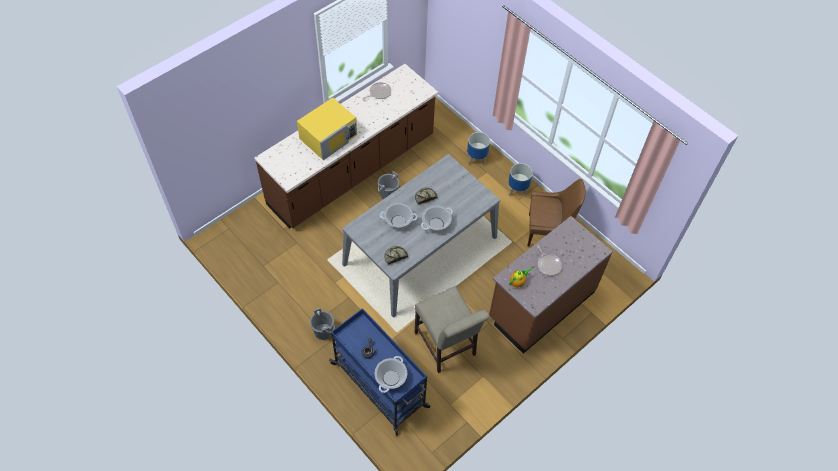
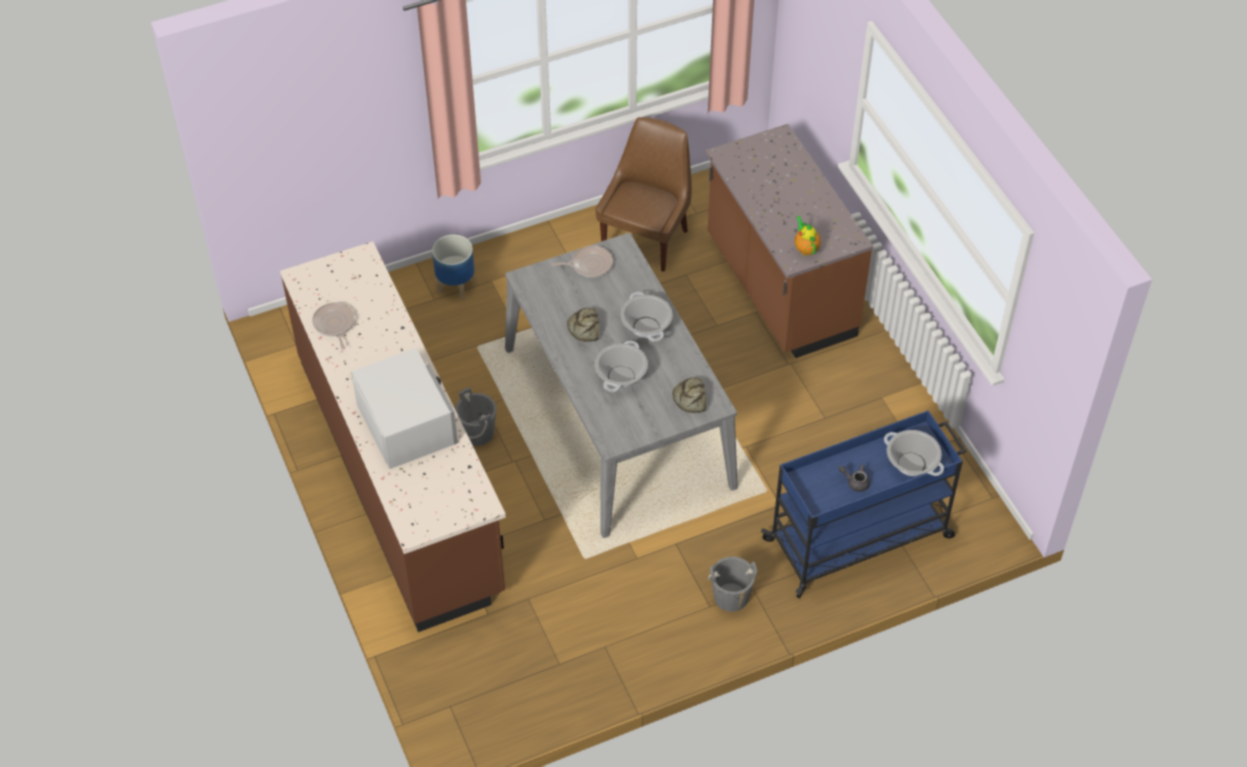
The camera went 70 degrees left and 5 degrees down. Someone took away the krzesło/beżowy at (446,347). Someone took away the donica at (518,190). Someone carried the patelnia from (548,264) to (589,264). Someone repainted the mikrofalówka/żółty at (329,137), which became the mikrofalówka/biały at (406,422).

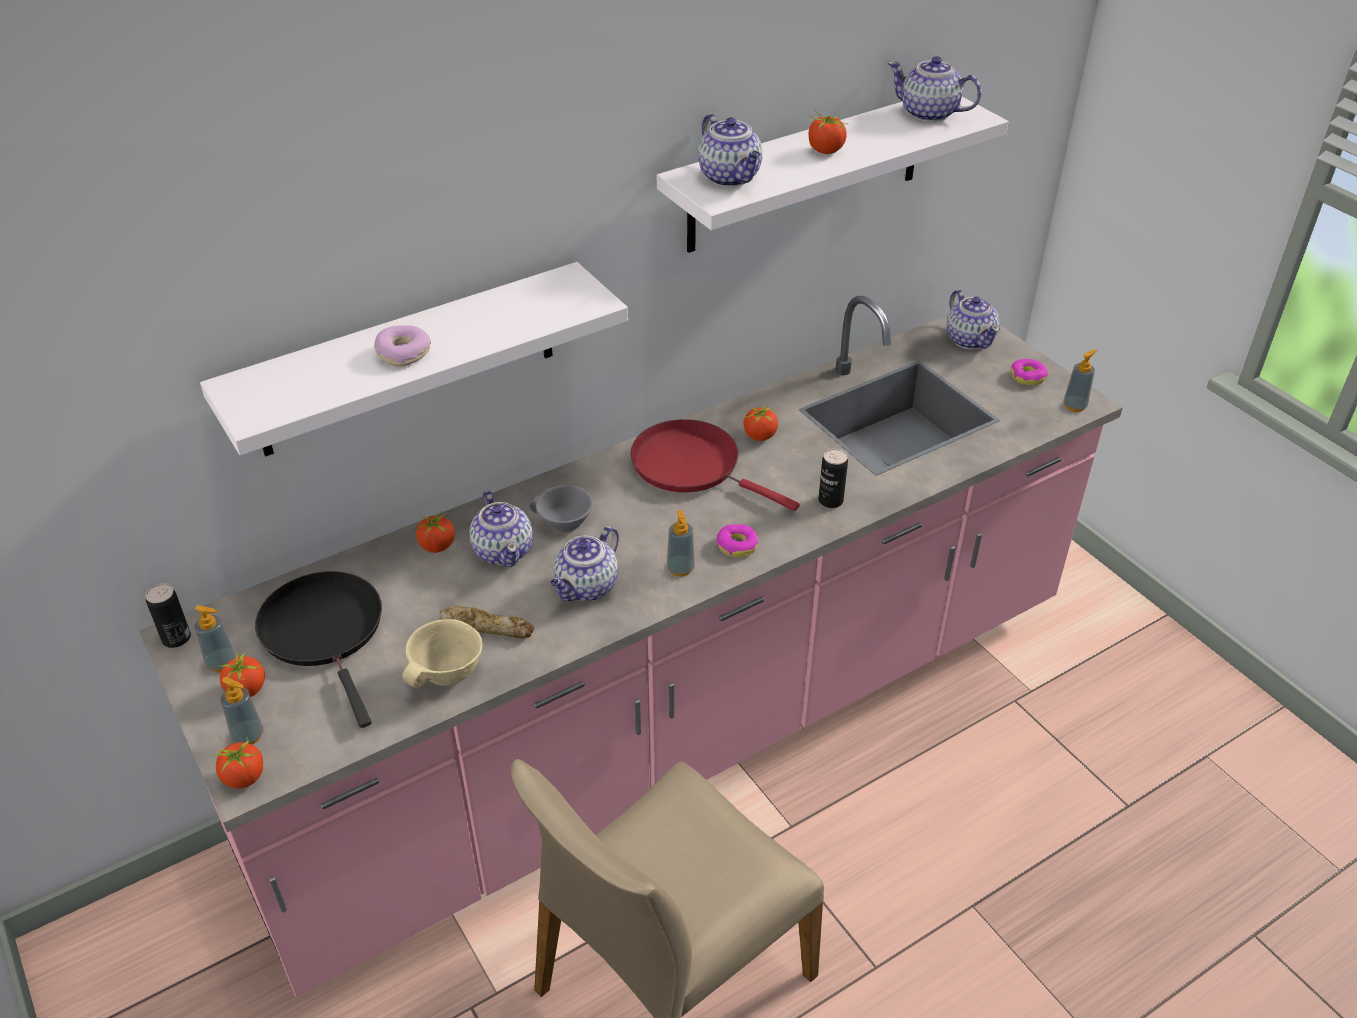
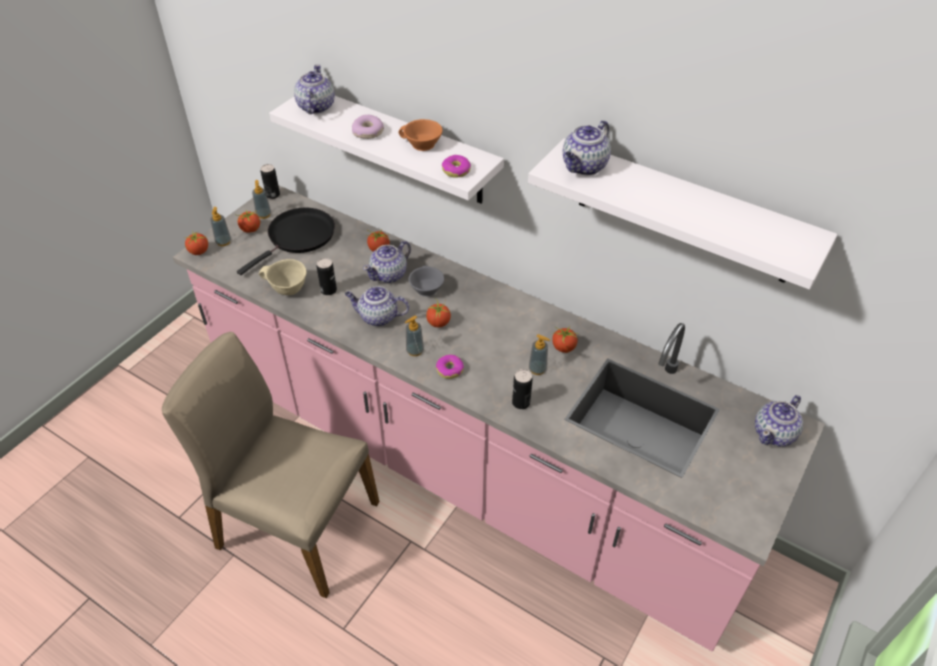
The camera went 65 degrees right and 5 degrees up. Someone took away the patelnia/czerwony at (692,465). Someone put down the filiżanka/pomarańczowy at (421,145). Someone carried the pomidor from (825,150) to (438,323). Someone carried the imbryk from (929,114) to (315,107). Someone carried the donut from (1028,377) to (456,170). Someone carried the dozownik mydła from (1074,406) to (537,369). Someone swapped the chleb at (487,627) for the puszka at (328,290).

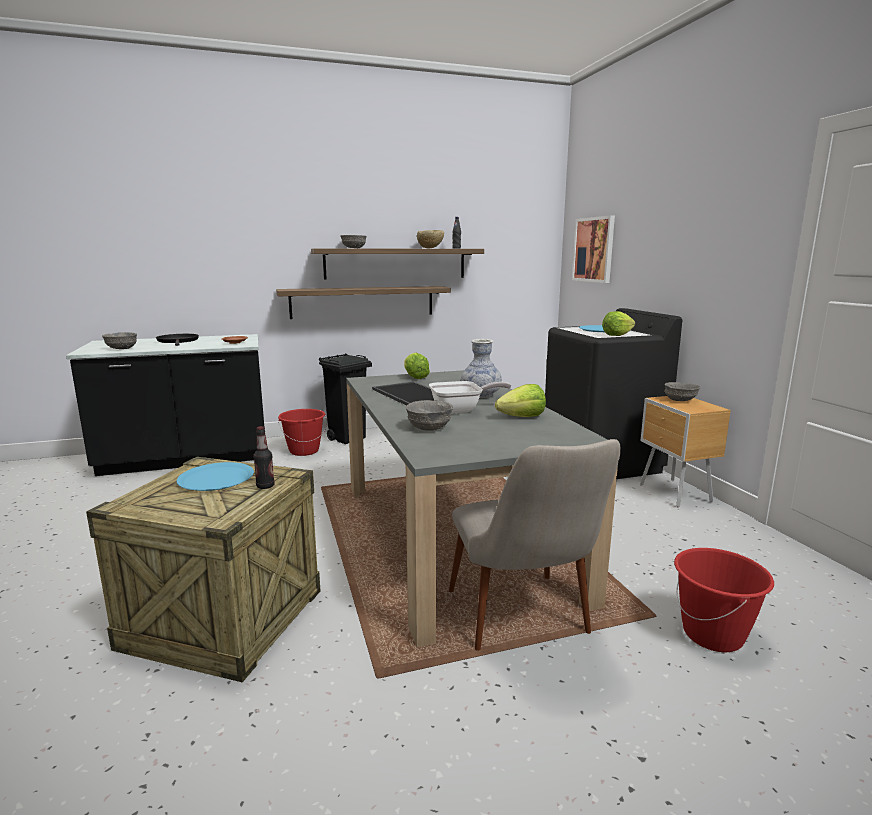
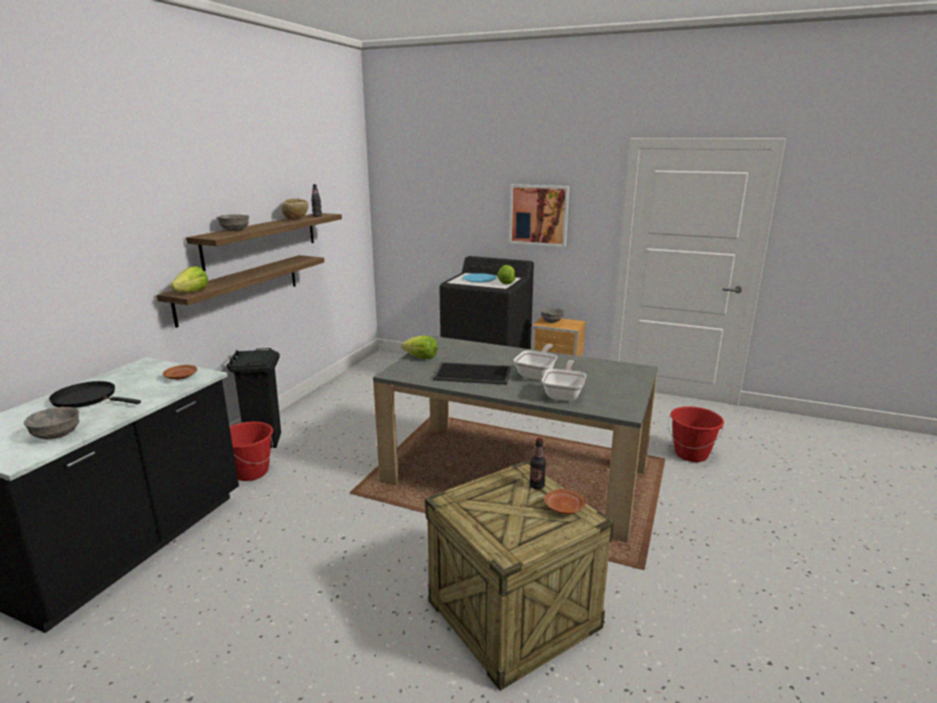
The camera went 50 degrees left and 5 degrees up. Someone took away the talerz/niebieski at (216,478). Someone took away the krzesło/beżowy at (525,626). Someone took away the wazon at (480,395). Someone put down the talerz/brązowy at (563,507). Someone carried the sałata from (522,417) to (192,292). Someone carried the obraz from (593,249) to (538,215). Someone swapped the miska/szary at (430,427) for the patelnia at (564,394).

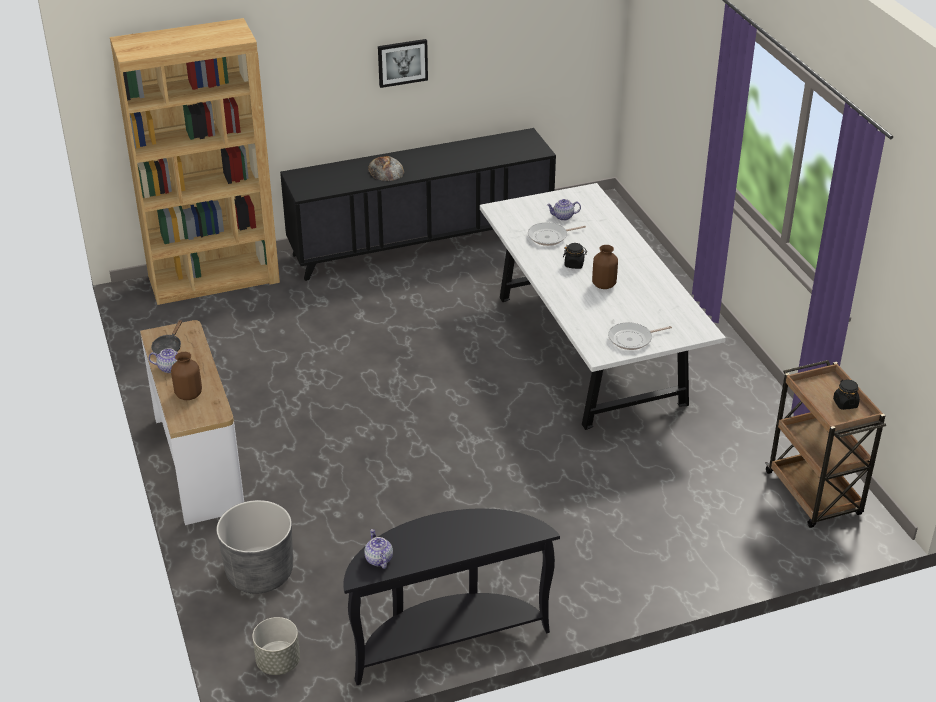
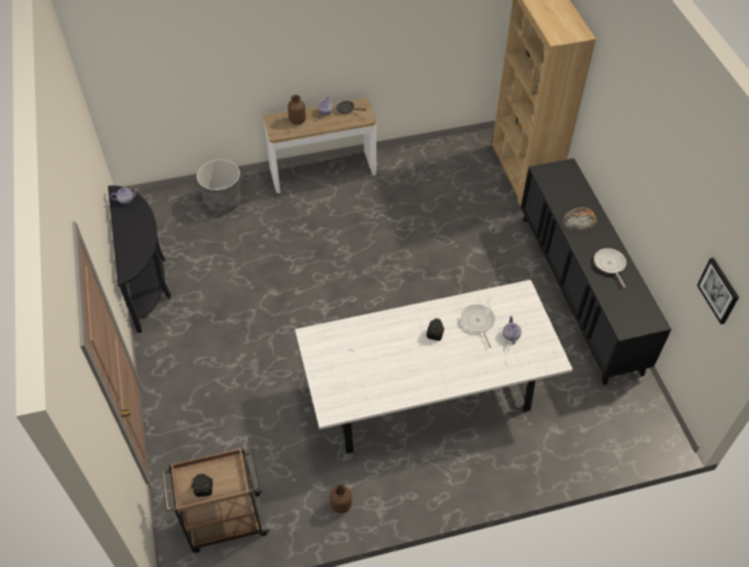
The camera went 95 degrees right and 15 degrees up. Someone took away the donica/szary at (278,662). Someone carried the obraz from (402,62) to (719,290). Someone carried the wazon/brązowy from (603,285) to (341,505). Someone carried the patelnia from (632,339) to (610,265).

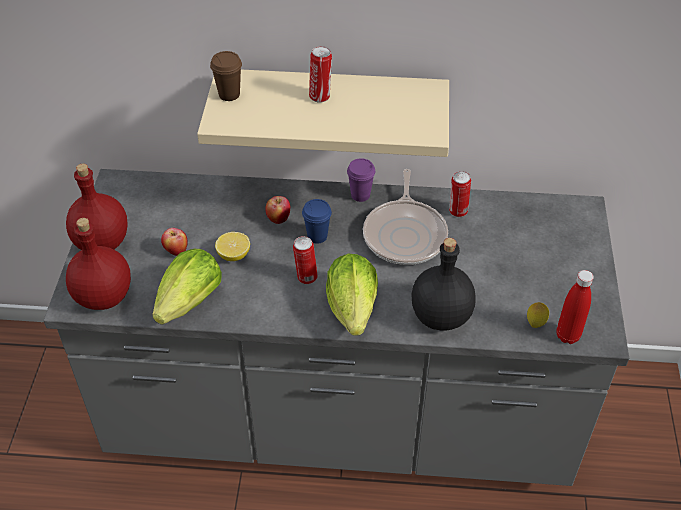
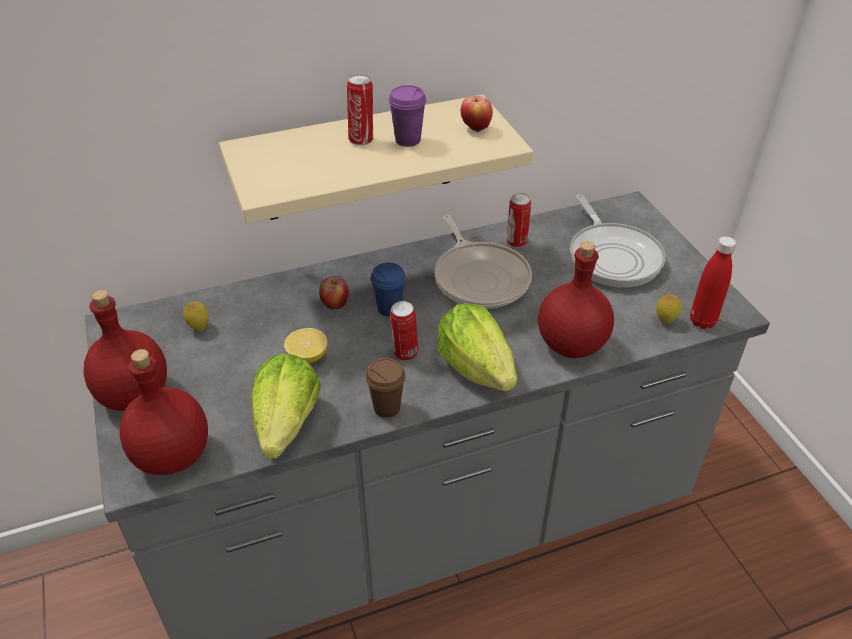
The camera went 25 degrees left and 5 degrees down. Someone put down the cytryna at (199,327). Someone put down the patelnia at (612,256). Someone carried the jabłko from (176,251) to (475,128). Someone carried the filiżanka/brązowy from (229,94) to (387,407). Someone carried the filiżanka/fioletowy from (360,195) to (408,140). Someone repainted the butelka/czarny at (439,316), which became the butelka/czerwony at (570,345).

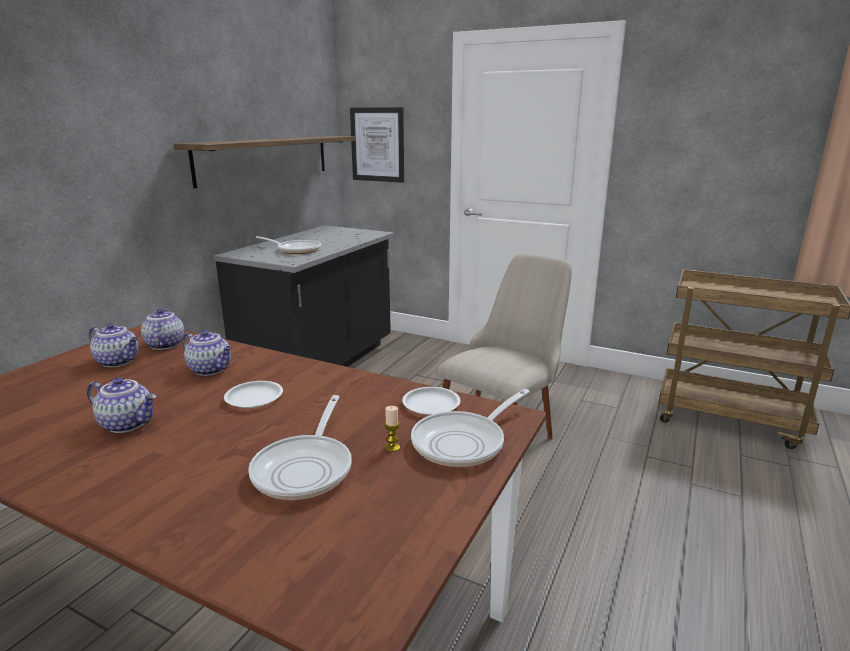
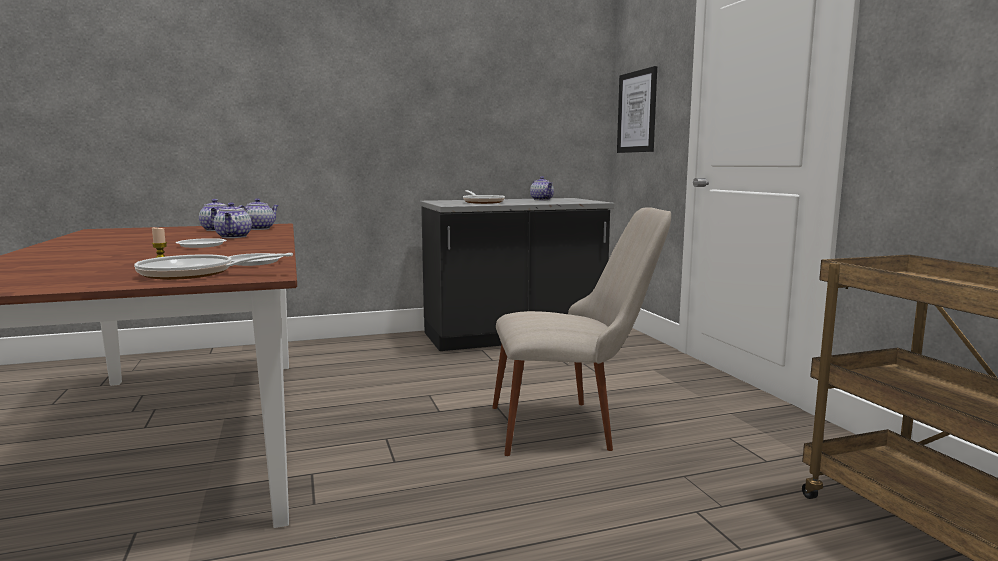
The camera went 45 degrees right and 10 degrees down. Someone took away the półka at (265,158). Someone took away the patelnia at (306,468). Someone carried the imbryk from (128,423) to (542,200).

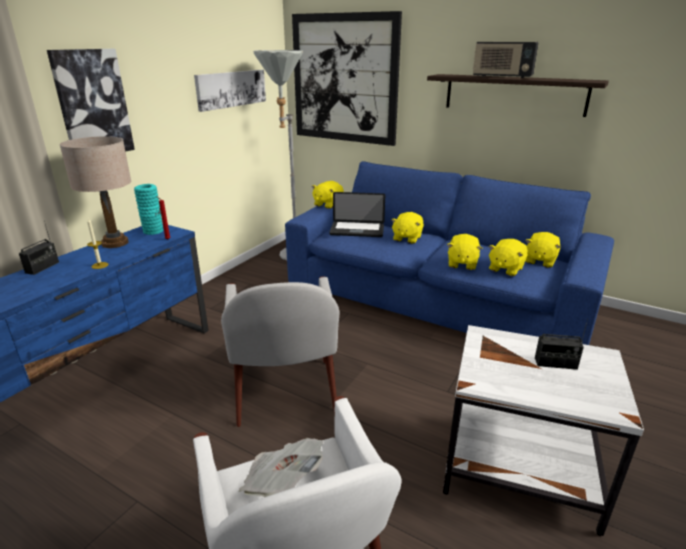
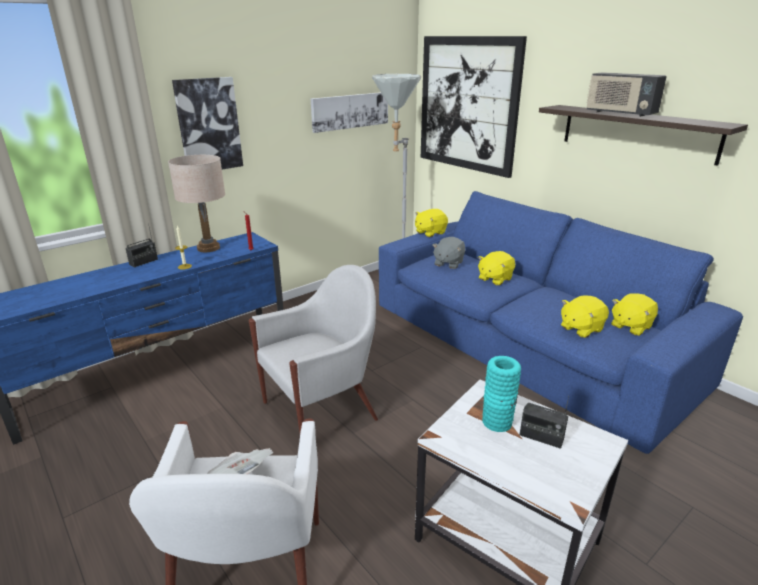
The camera went 20 degrees right and 0 degrees up. Someone took away the pluszak/żółty at (462,264). Someone carried the wazon/turkusowy from (153,231) to (497,422). Someone swapped the laptop at (357,230) for the pluszak/szary at (448,263). Someone rotated the fotel/biały at (285,393) by 135 degrees counterclockwise.

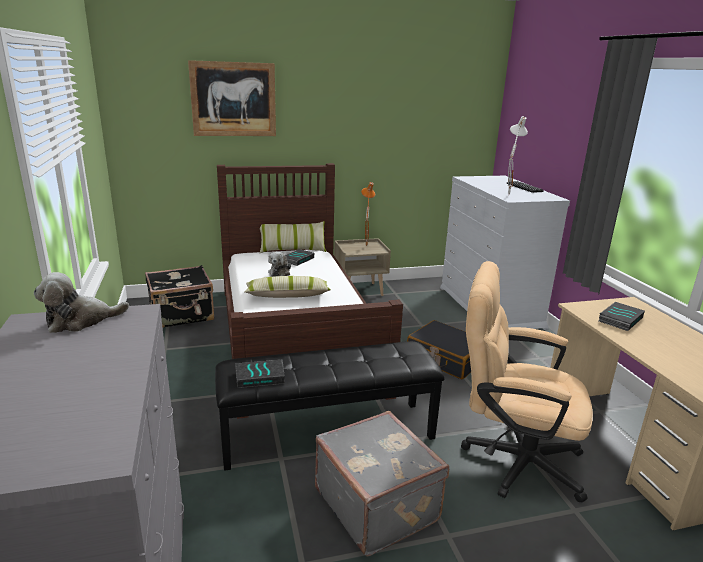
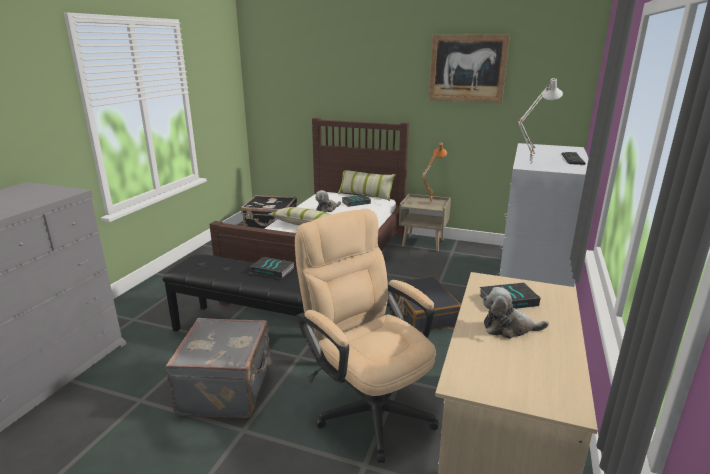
The camera went 35 degrees right and 0 degrees up. Someone carried the pluszak from (80,321) to (508,328). Someone carried the obraz from (233,99) to (467,68). Someone carried the książka from (260,376) to (273,270).

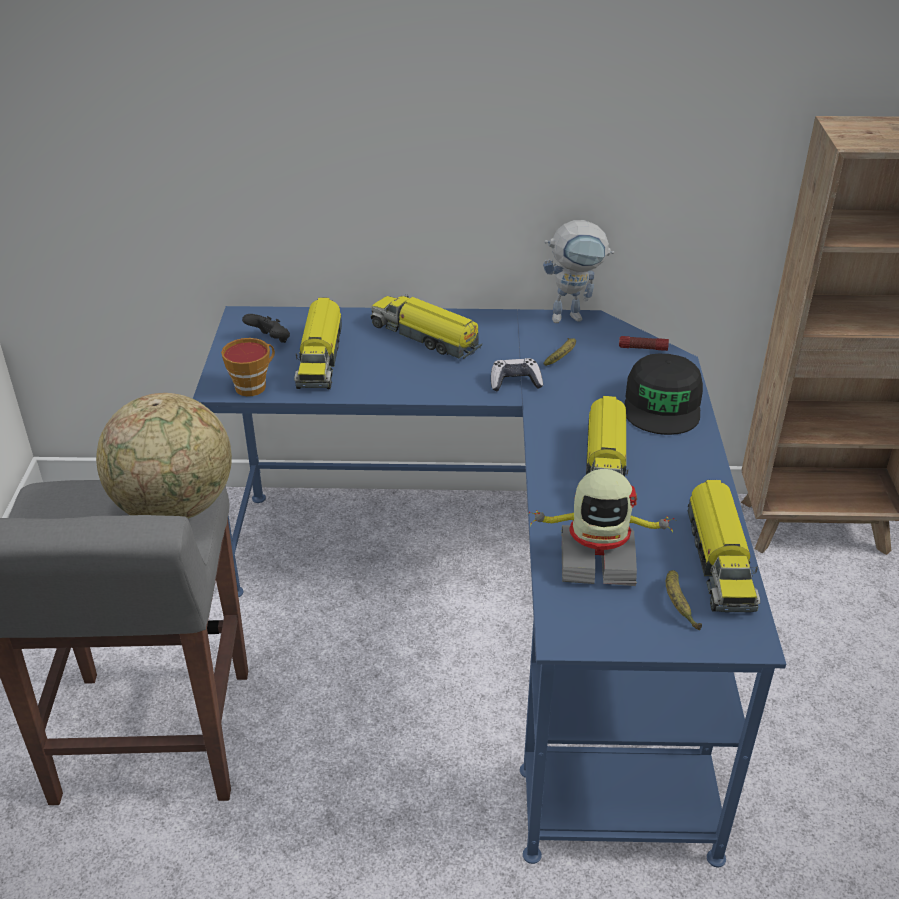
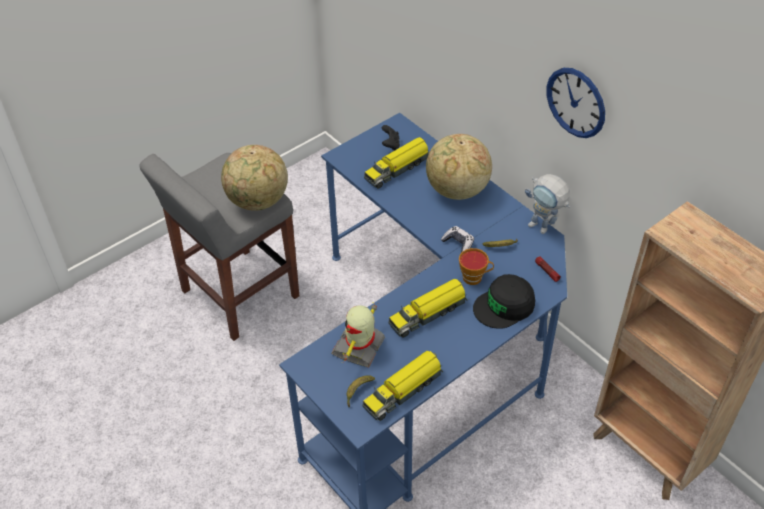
The camera went 50 degrees right and 10 degrees up. Someone put up the zegar ścienny at (576,102). Someone carried the filiżanka from (253,386) to (474,277). Someone swapped the ciężarówka zabawkowa at (426,337) for the globus at (457,190). Someone rotated the robot zabawkowy at (597,558) by 60 degrees clockwise.

